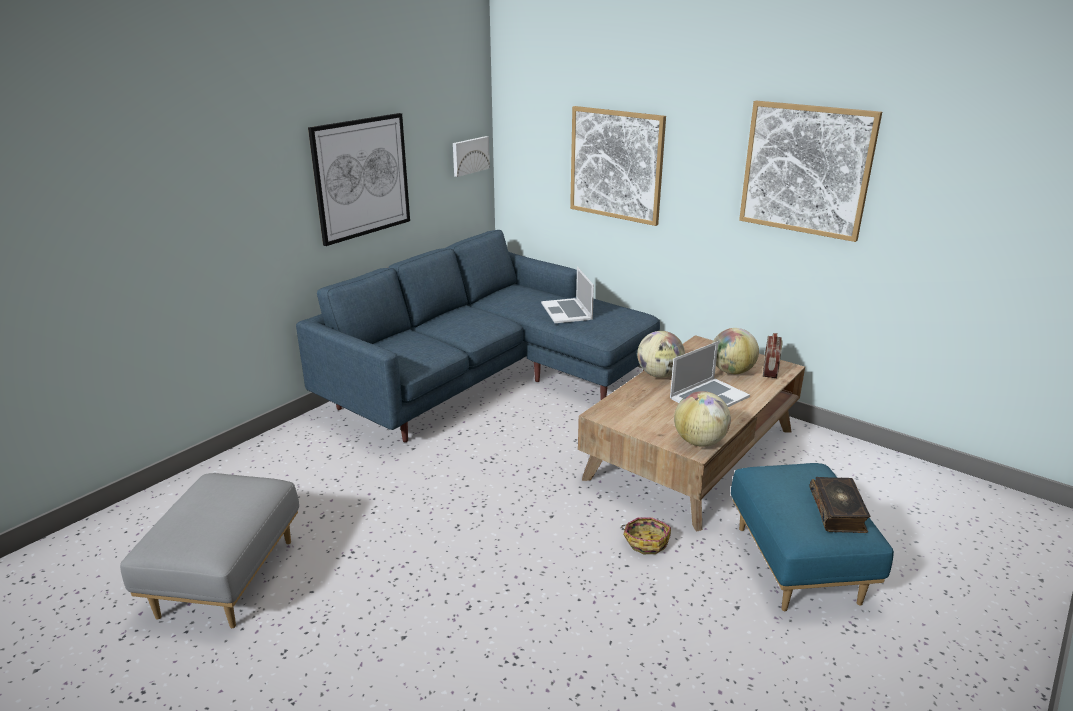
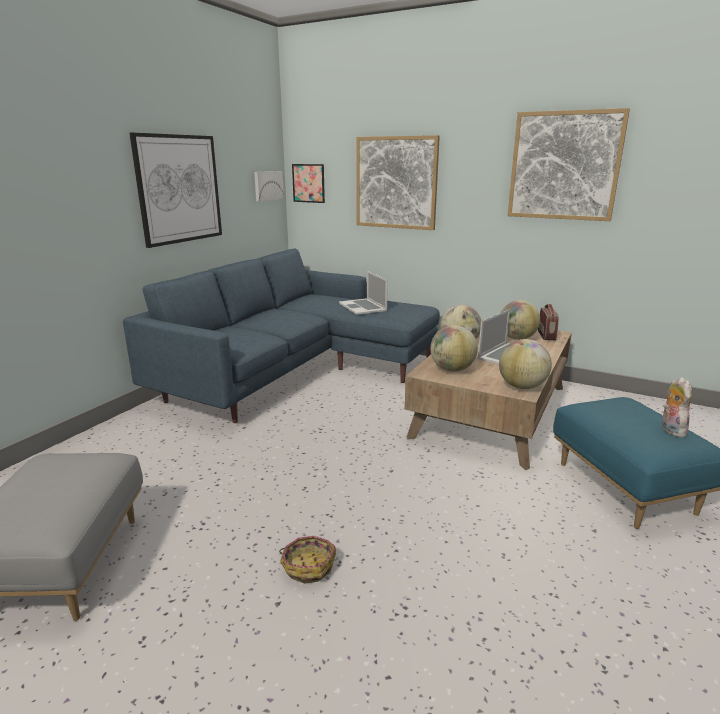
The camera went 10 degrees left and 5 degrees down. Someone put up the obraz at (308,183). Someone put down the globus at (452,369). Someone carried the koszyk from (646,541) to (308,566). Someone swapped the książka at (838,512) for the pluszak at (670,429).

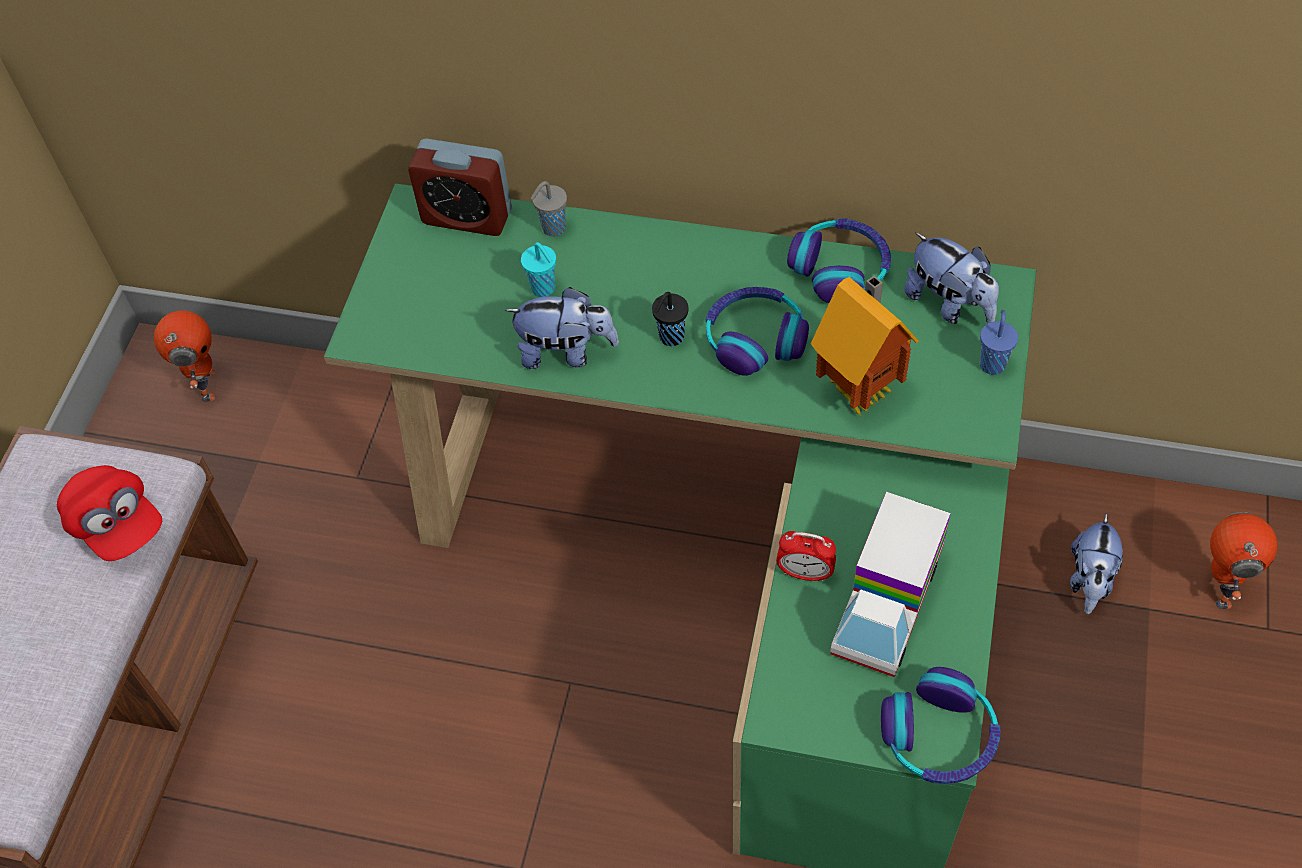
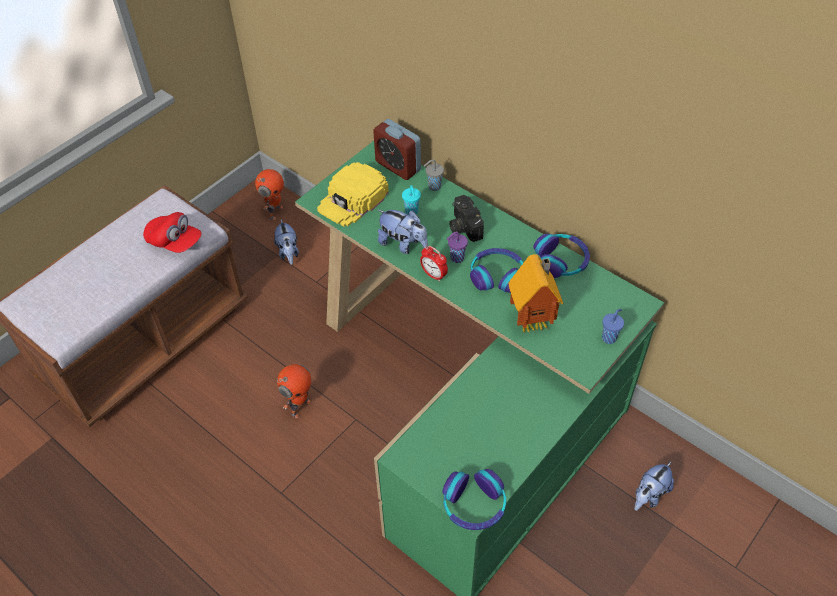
The camera went 25 degrees right and 5 degrees down. Someone took away the ciężarówka zabawkowa at (887,602). Someone put down the czapka z daszkiem/żółty at (353,200). Someone put down the aparat fotograficzny at (463,226). Someone carried the budzik from (805,573) to (434,275). Someone carried the pluszak from (949,304) to (288,253). Someone carried the robot zabawkowy from (1218,588) to (300,407). Someone repainted the filiżanka/czarny at (670,338), which became the filiżanka/fioletowy at (456,258). Someone rotated the czapka z daszkiem/czerwony at (117,524) by 45 degrees counterclockwise.

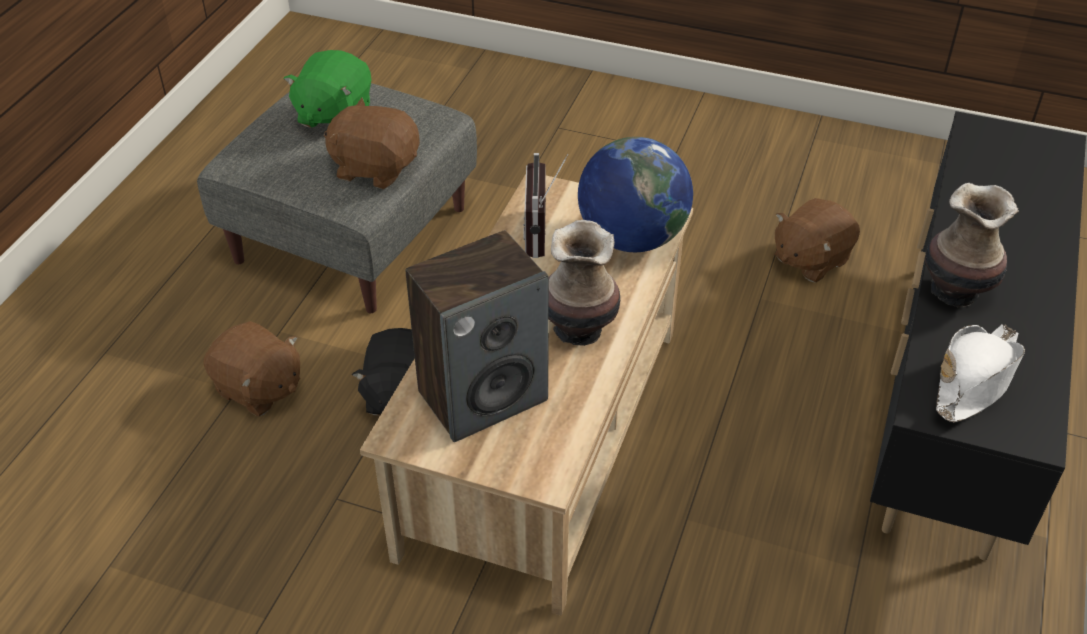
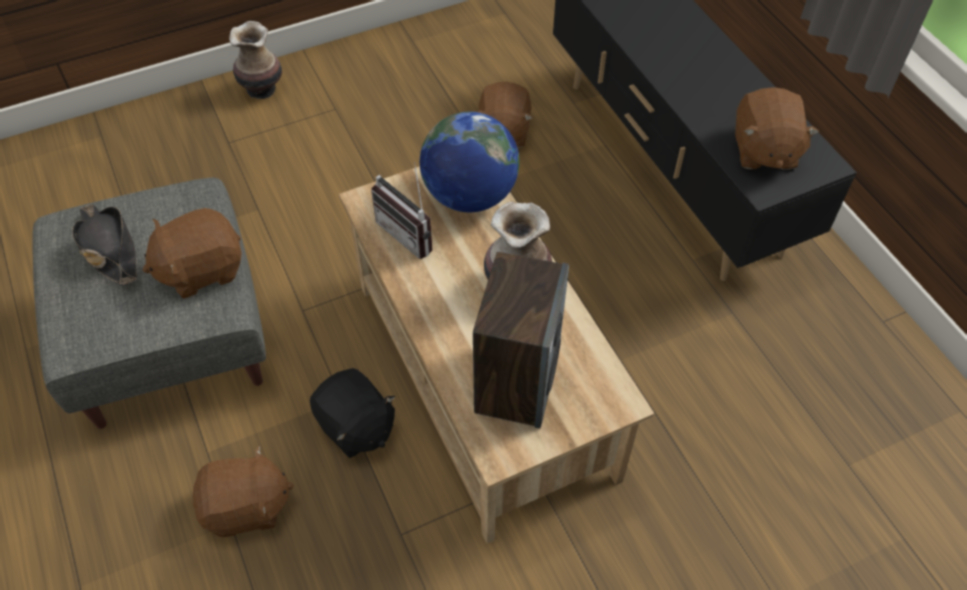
The camera went 45 degrees left and 10 degrees up. Someone carried the wazon from (954,290) to (261,89). Someone swapped the pluszak/zielony at (334,115) for the kapelusz/czarny at (109,249). Someone swapped the kapelusz/biały at (975,379) for the pluszak/brązowy at (763,150).

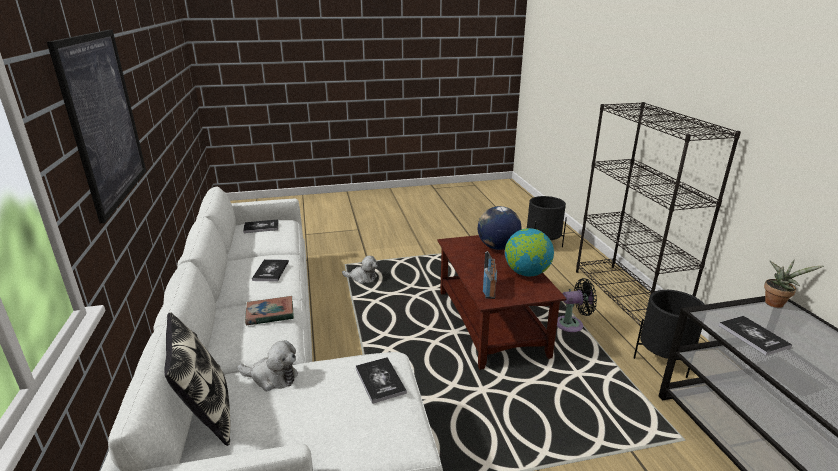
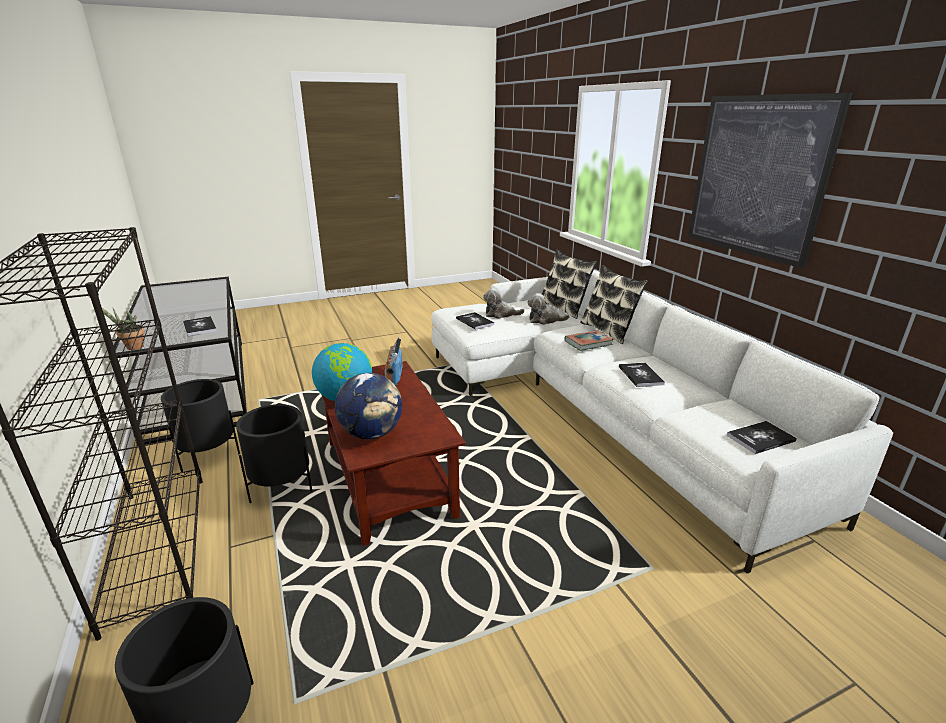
The camera went 170 degrees right and 0 degrees up. Someone put down the poduszka at (608,331). Someone carried the pluszak from (362,278) to (500,314). Someone swapped the wentylator/czarny at (572,324) for the donica/czarny at (282,487).

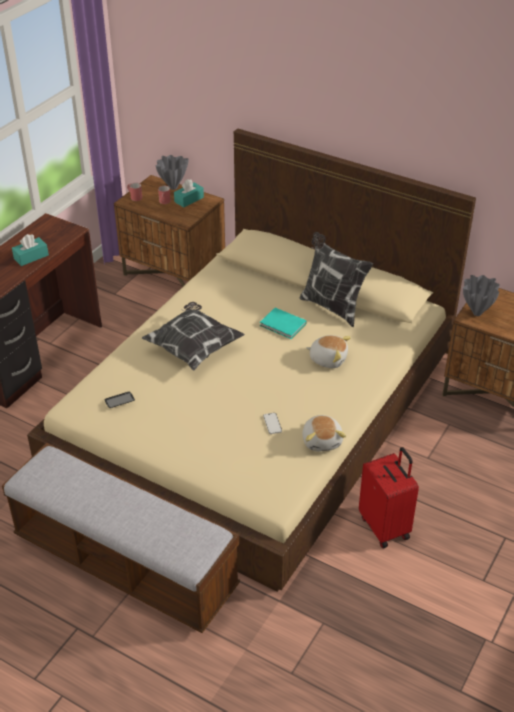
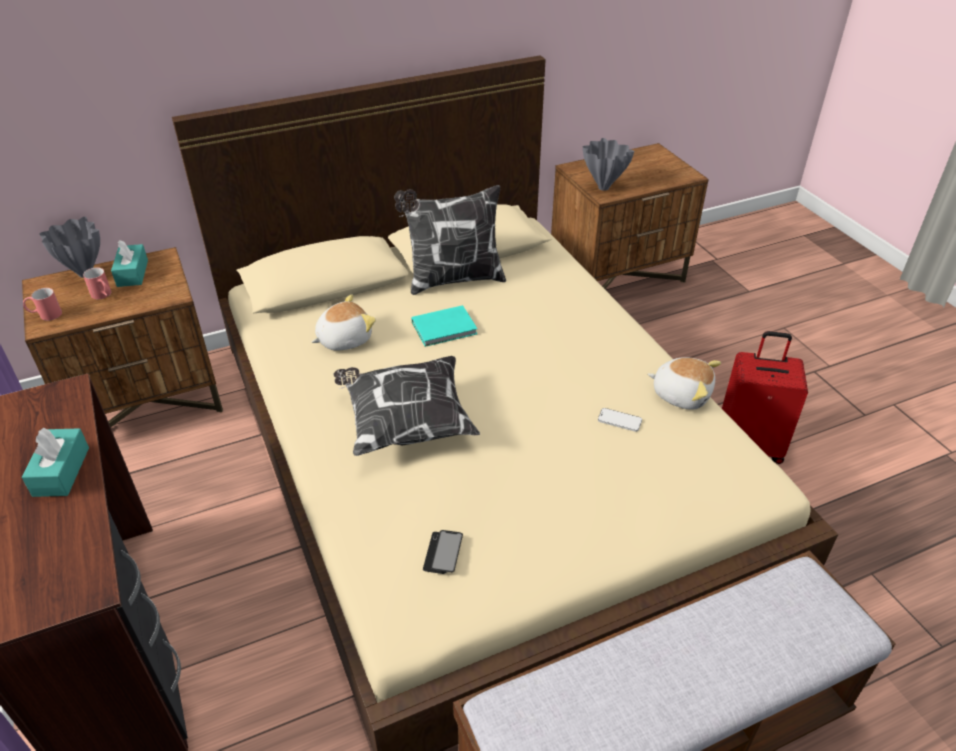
The camera went 55 degrees left and 0 degrees up. Someone carried the pluszak from (328,359) to (343,339).

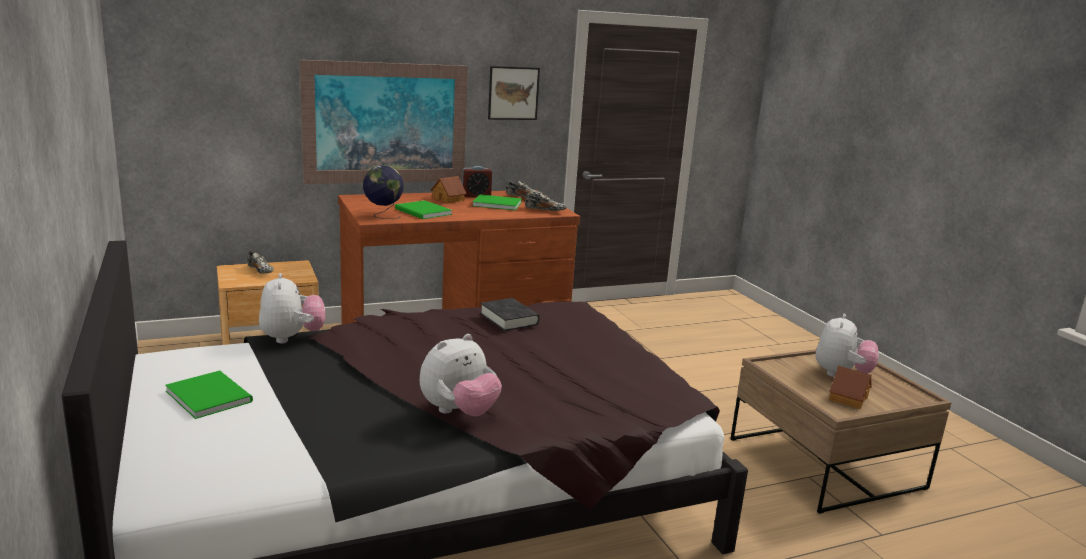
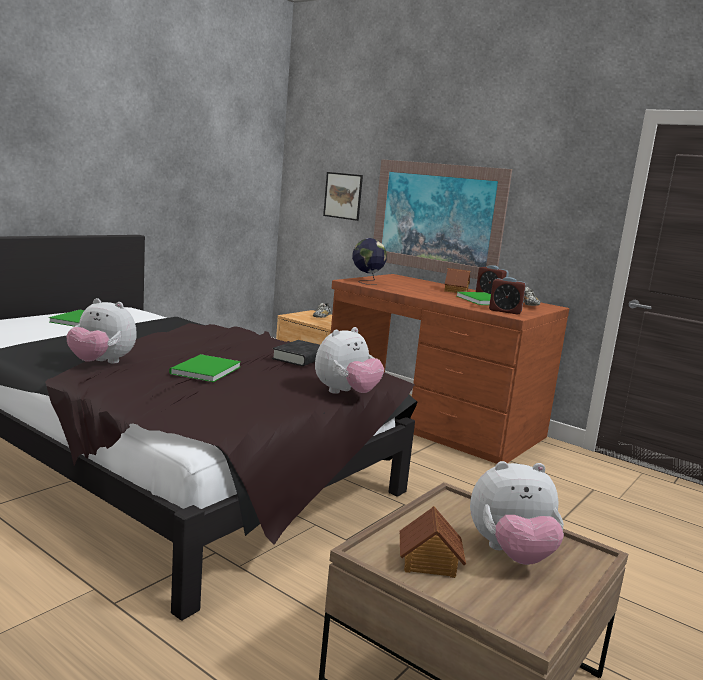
The camera went 60 degrees right and 5 degrees down. Someone carried the pluszak from (292,338) to (346,393). Someone carried the książka/zielony from (423,212) to (203,370). Someone carried the obraz from (513,93) to (343,196). Someone swapped the but at (545,210) for the budzik at (505,311).

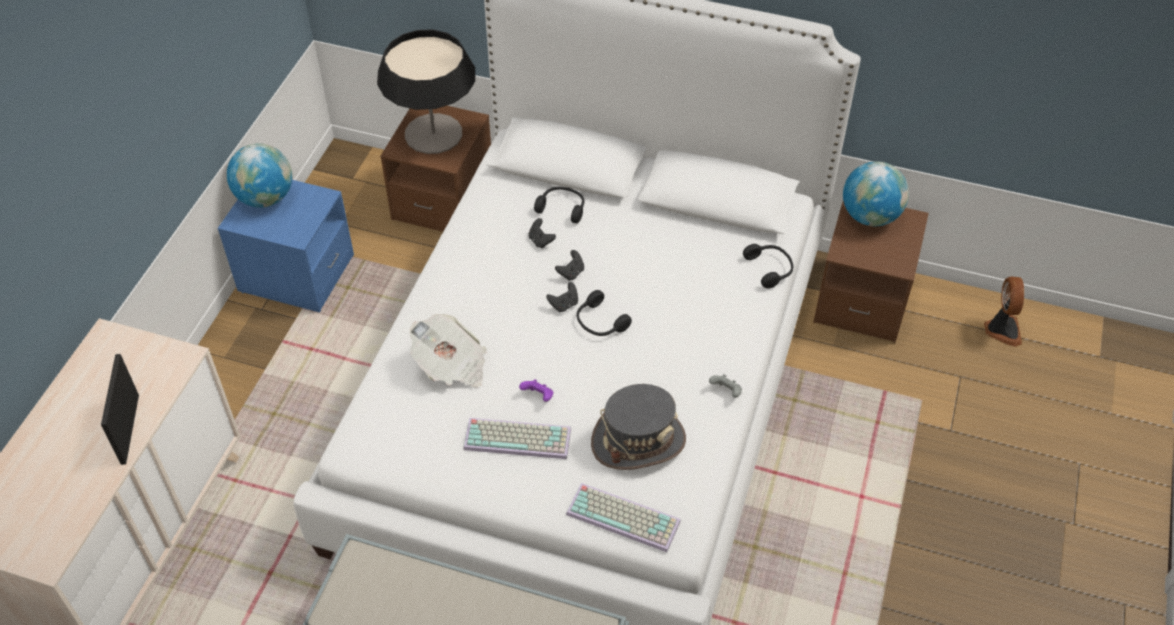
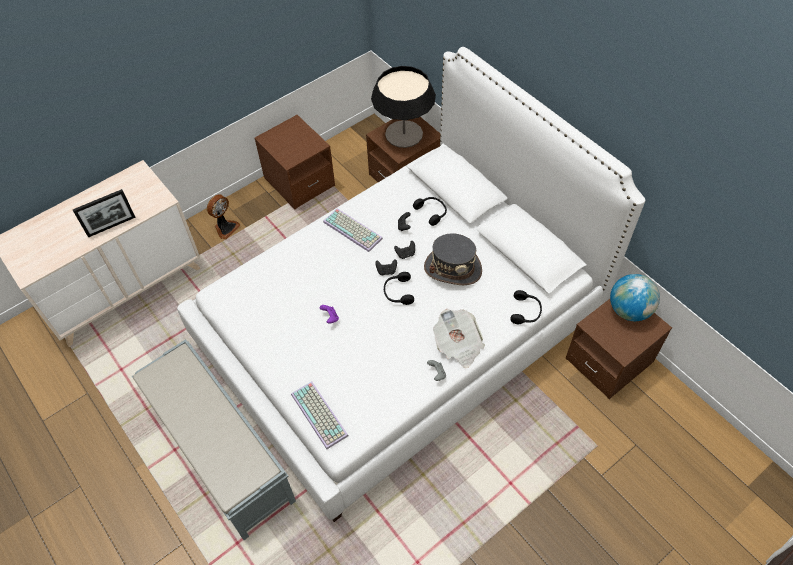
The camera went 35 degrees right and 5 degrees up. Someone took away the globus at (265,198). Someone carried the gazeta from (451,365) to (458,345). Someone carried the klawiatura from (519,437) to (354,230). Someone carried the kapelusz/szary from (638,441) to (453,268). Someone carried the wentylator from (1001,330) to (225,227). Someone repainted the szafka nocna/niebieski at (296,274), which became the szafka nocna/brązowy at (299,182). Someone rotated the ramka na zdjęcie at (130,429) by 150 degrees counterclockwise.

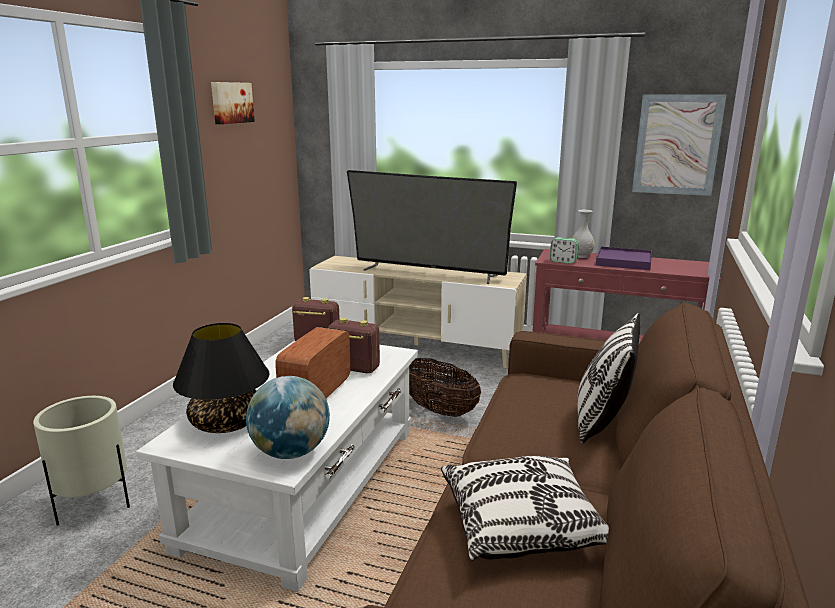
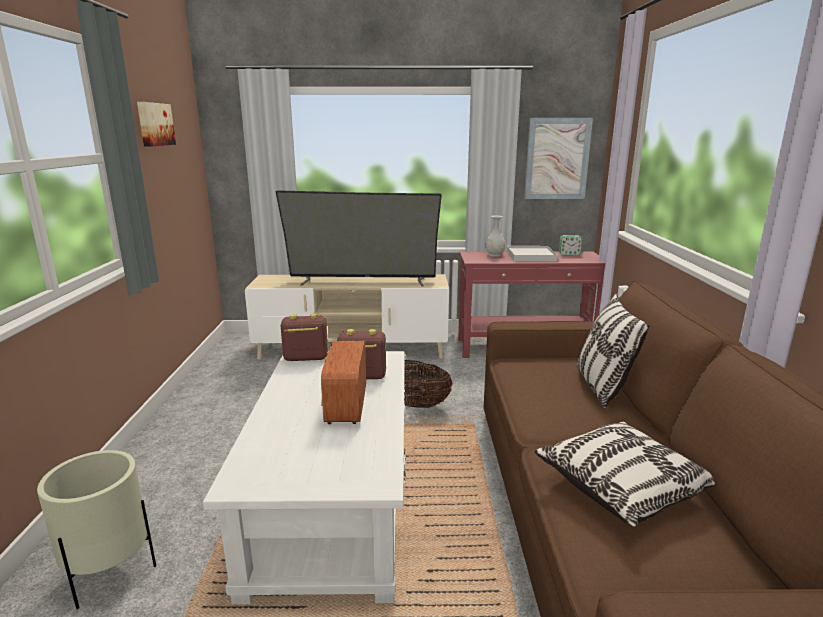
The camera went 20 degrees left and 0 degrees up. Someone took away the lampa stołowa/czarny at (226,423). Someone took away the globus at (291,452). Someone carried the budzik from (563,261) to (569,254). Someone repainted the taca/fioletowy at (623,261), which became the taca/biały at (530,256).

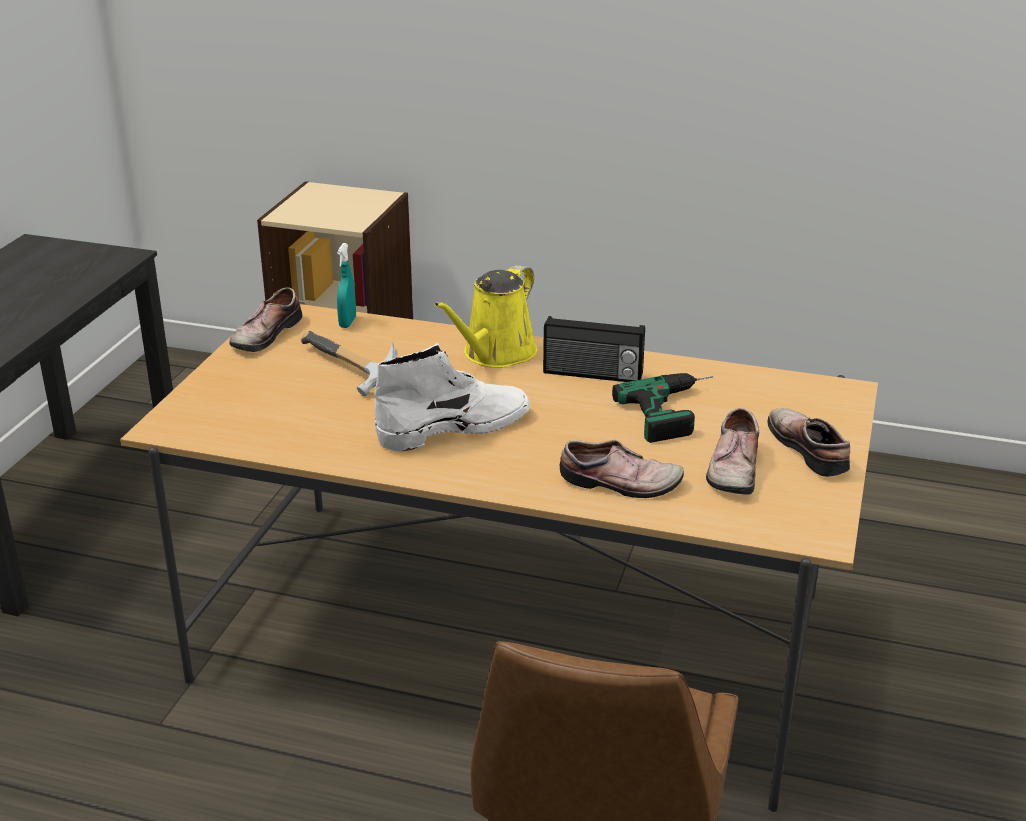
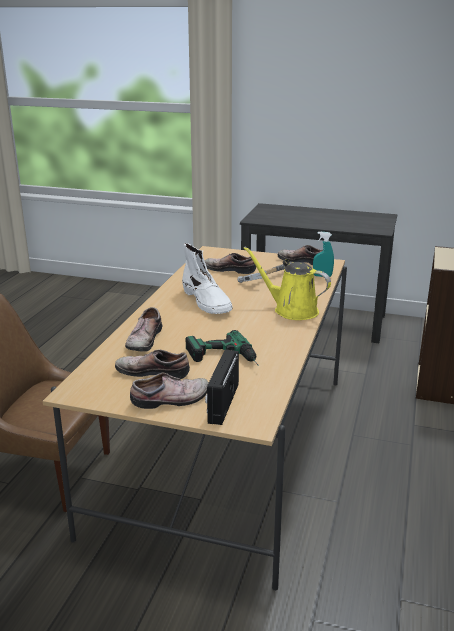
The camera went 90 degrees right and 5 degrees down. Someone put down the but at (230,269). Someone carried the radio from (592,375) to (222,403).

